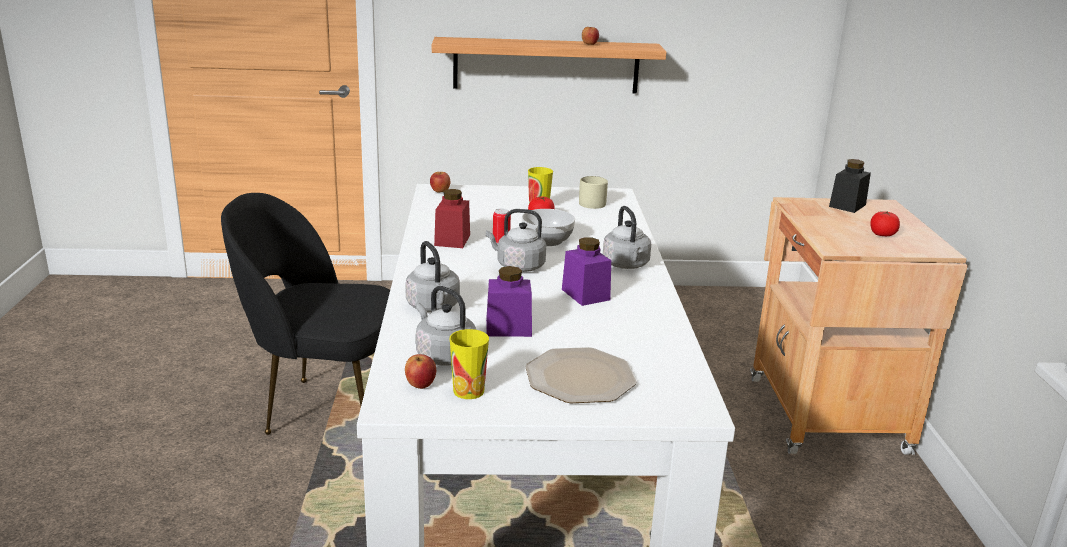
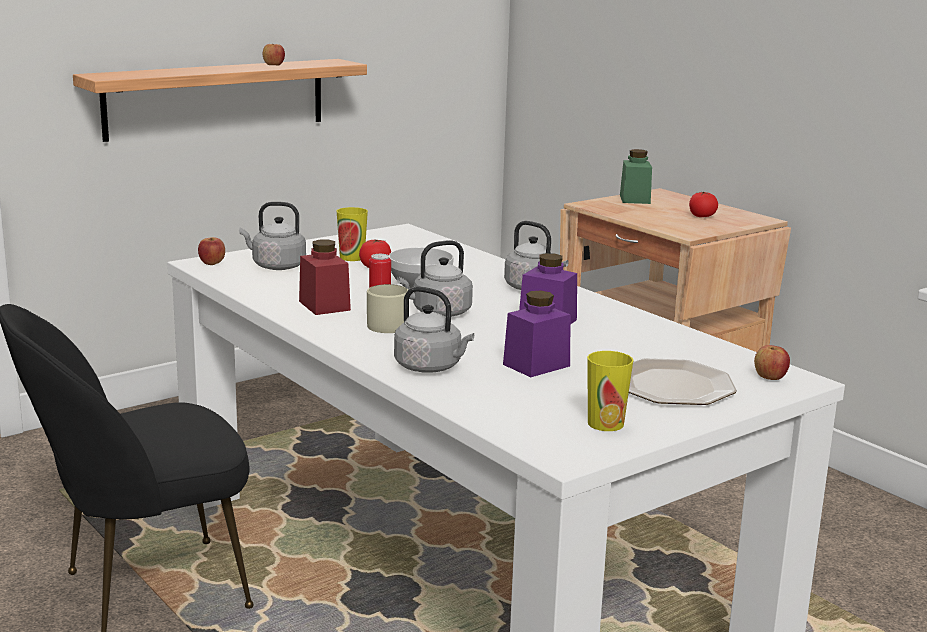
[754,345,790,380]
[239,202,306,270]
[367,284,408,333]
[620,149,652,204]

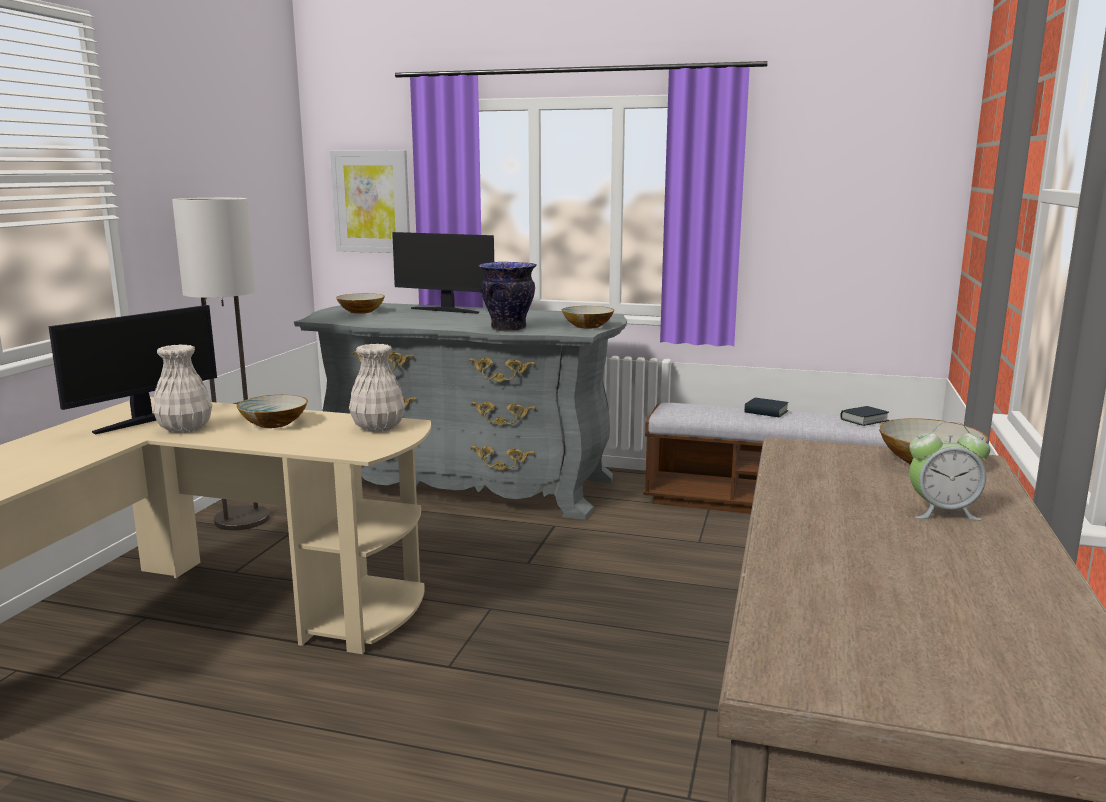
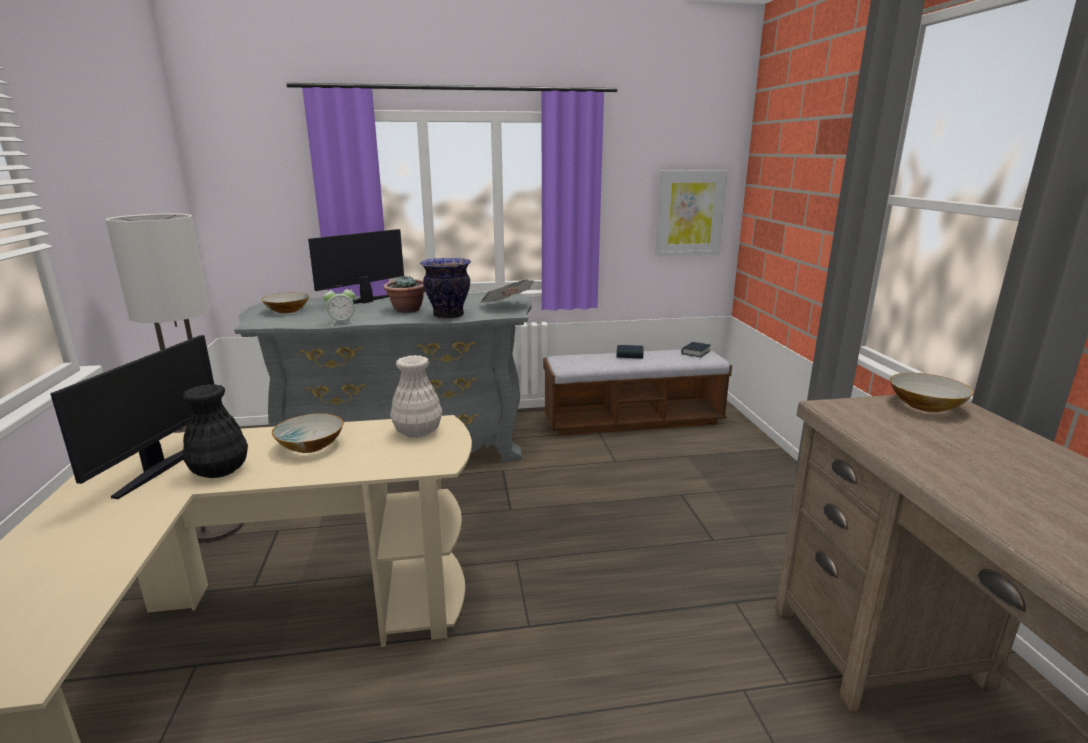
[183,384,248,478]
[655,170,728,256]
[308,229,404,304]
[481,280,534,303]
[323,285,356,326]
[383,276,425,313]

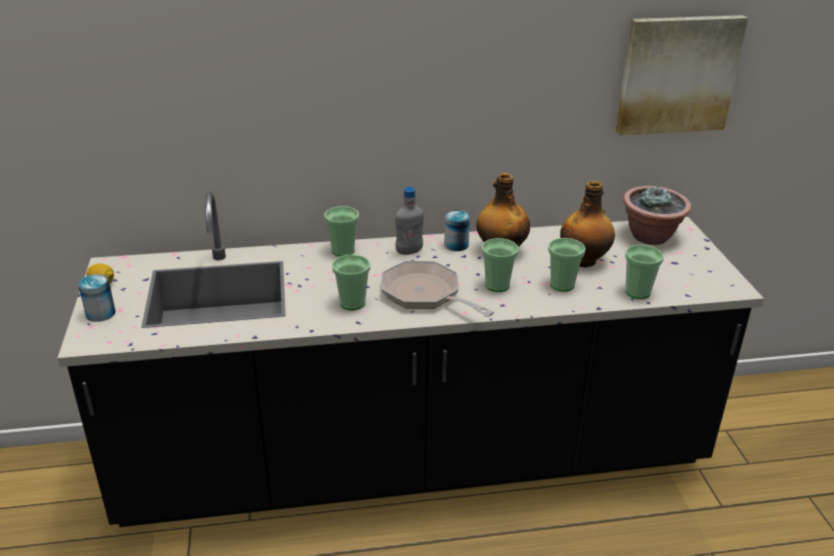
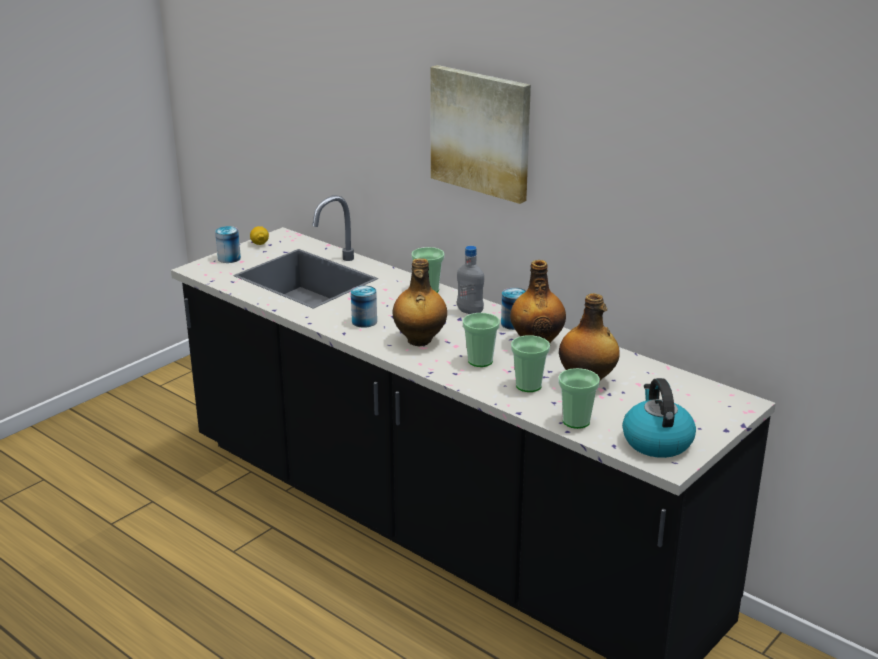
[351,286,377,328]
[392,258,447,346]
[430,65,531,204]
[623,186,691,245] (first image)
[622,378,696,458]

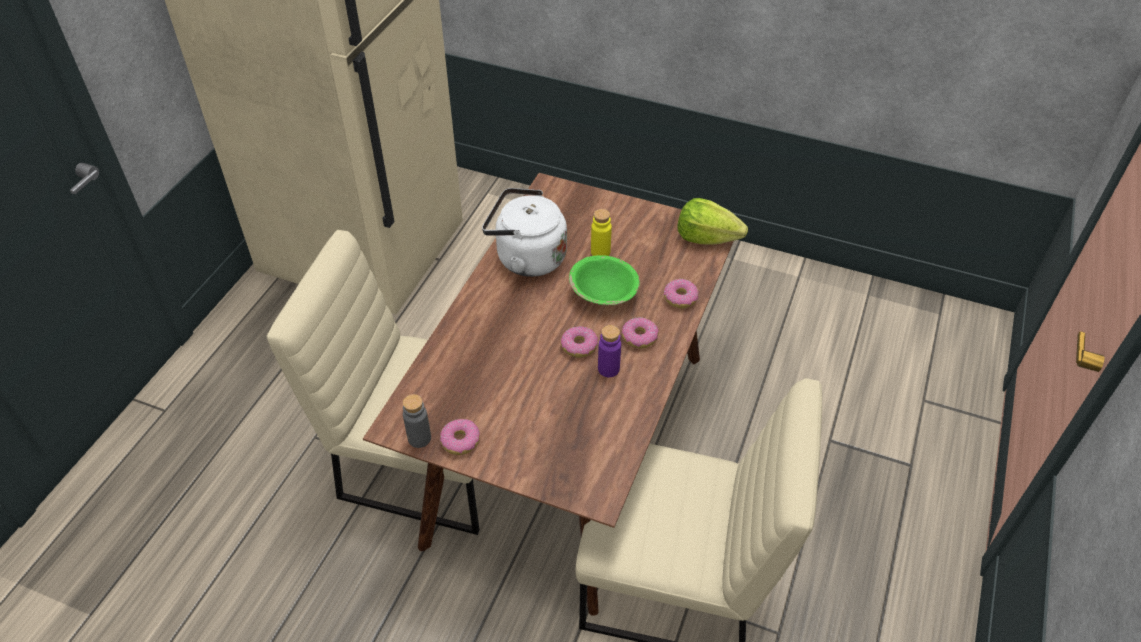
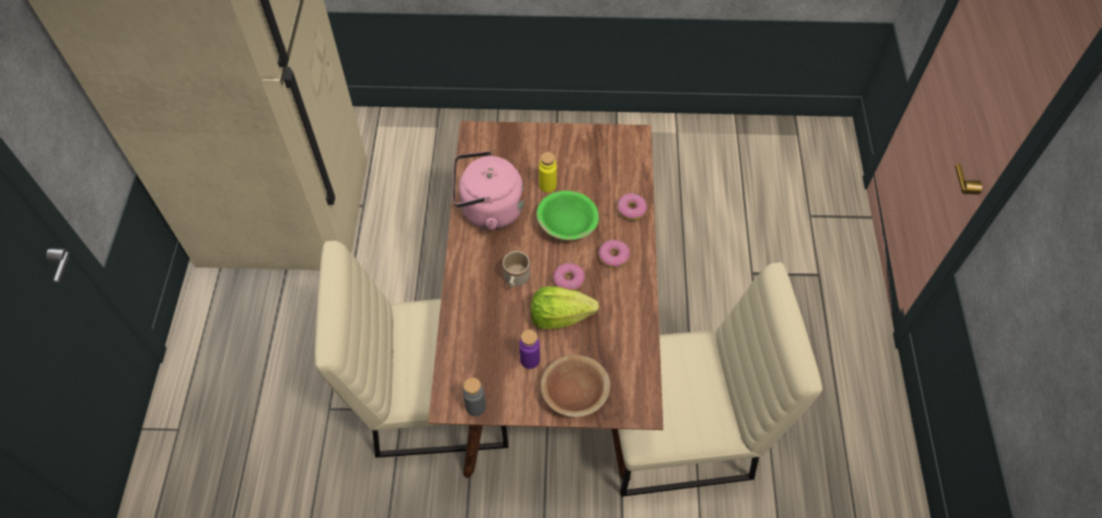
[440,419,480,455] (first image)
[452,151,524,230]
[519,330,540,369]
[531,286,599,329]
[503,251,530,288]
[541,355,610,417]

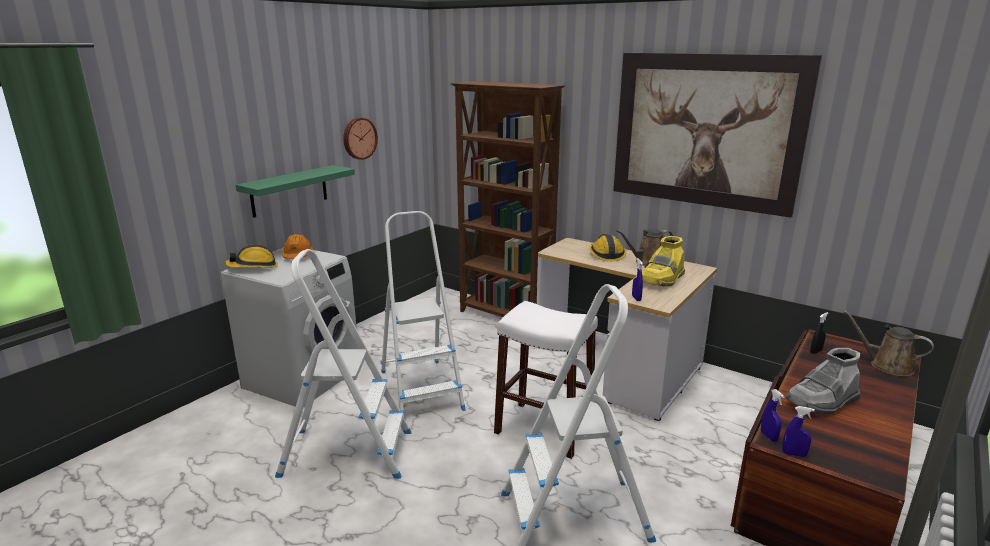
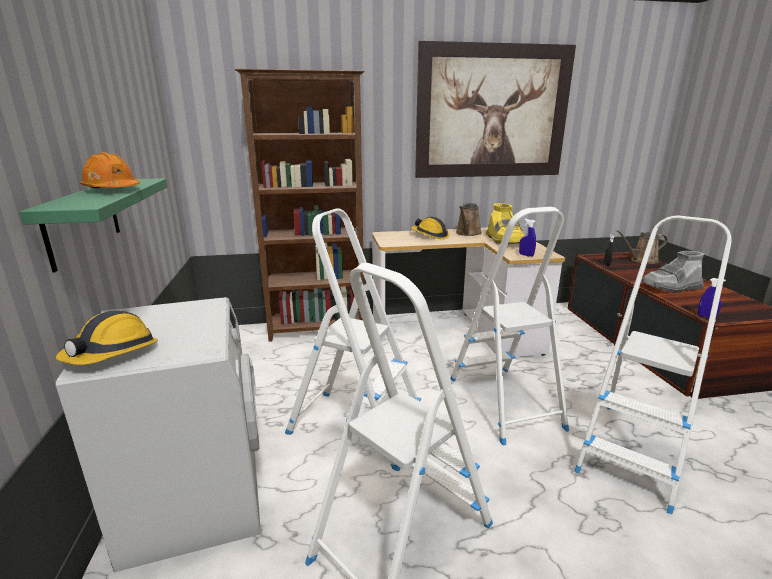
[80,152,140,188]
[343,118,378,160] (first image)
[450,207,569,445]
[782,406,815,457] (first image)
[641,251,705,293]

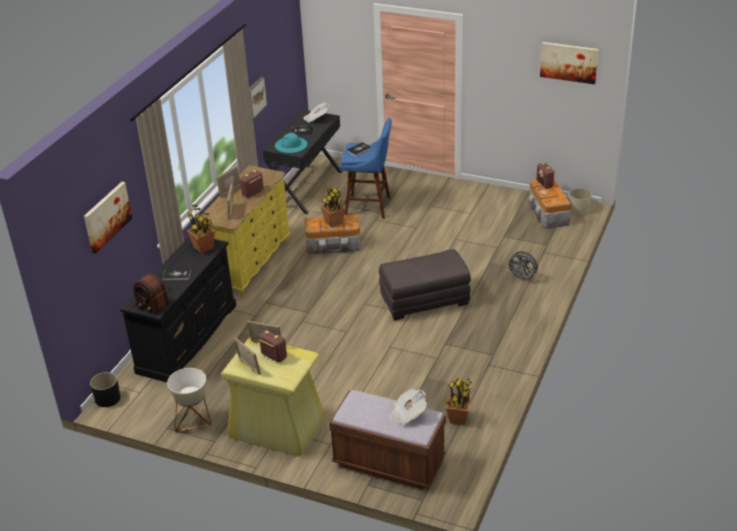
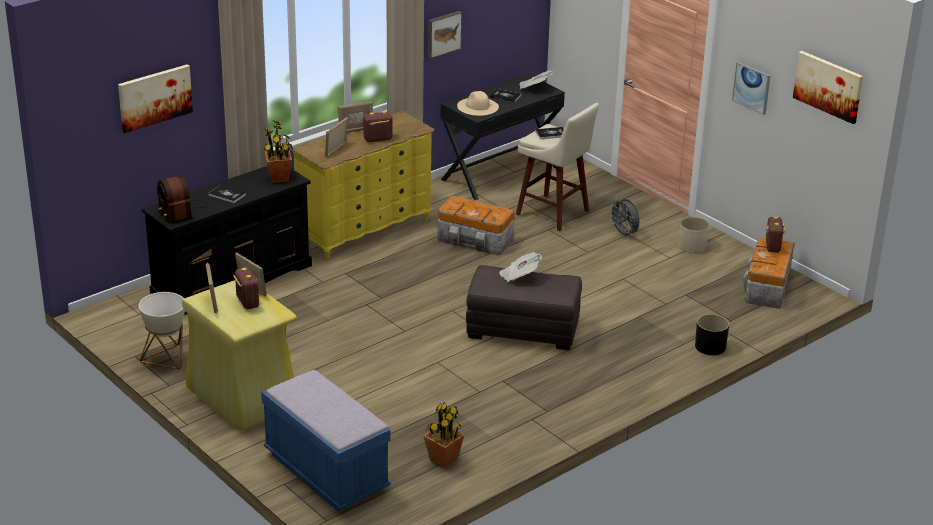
[695,314,729,355]
[457,91,499,116]
[320,185,345,228] (first image)
[261,370,391,511]
[516,103,599,231]
[499,252,542,282]
[609,199,639,238]
[679,217,710,254]
[732,62,770,115]

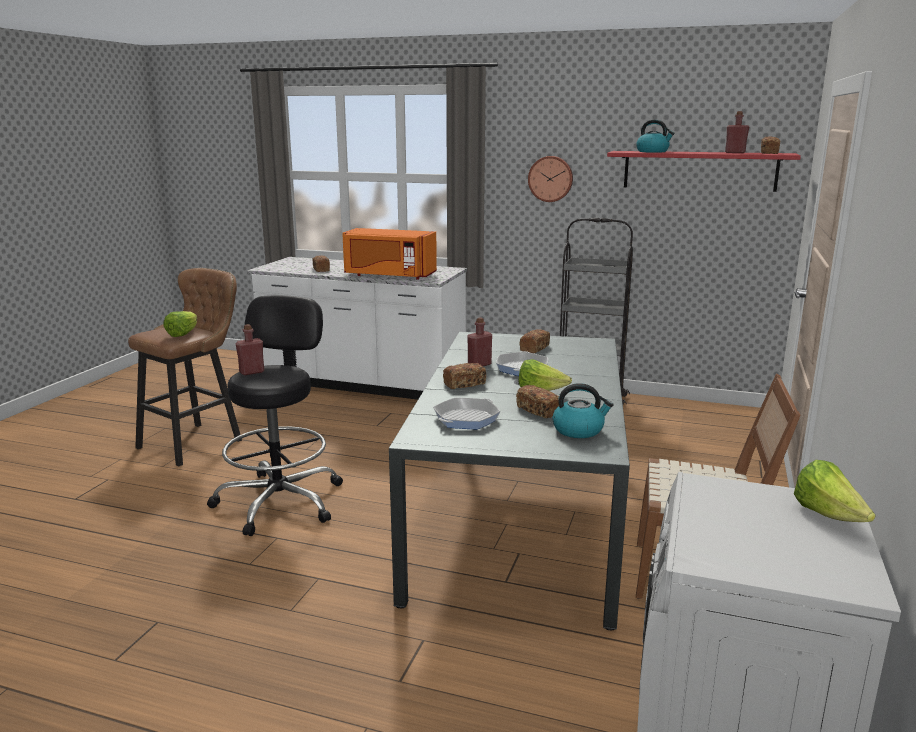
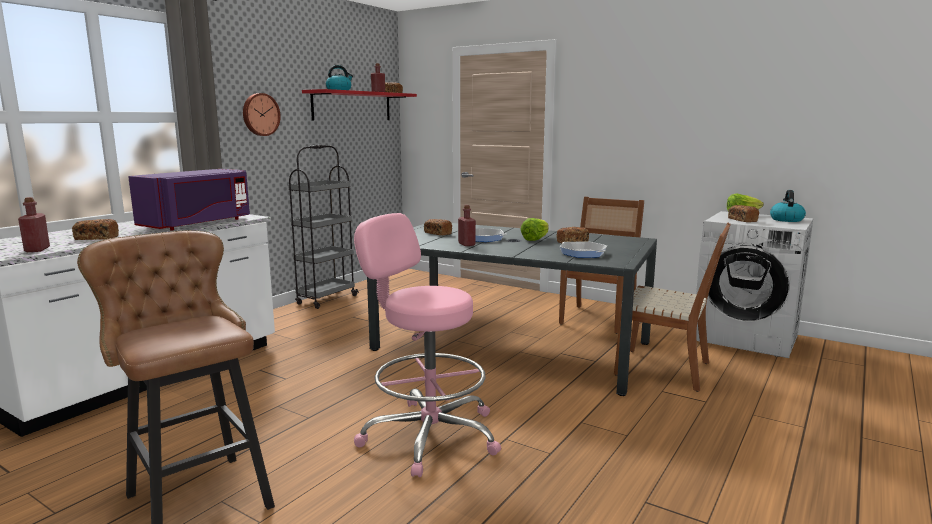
[163,311,197,337] (first image)
[354,213,501,477]
[18,197,50,252]
[128,169,250,231]
[728,205,759,222]
[770,190,806,222]
[614,223,731,392]

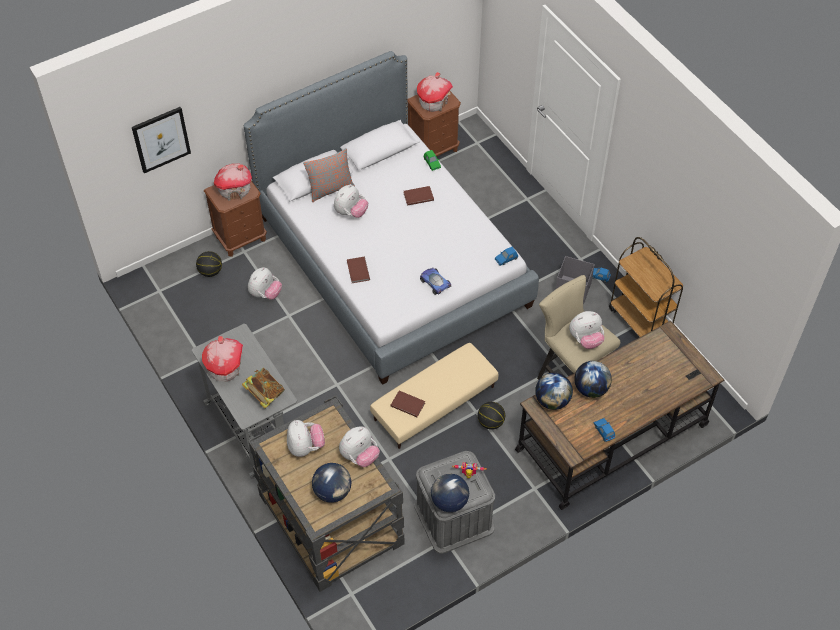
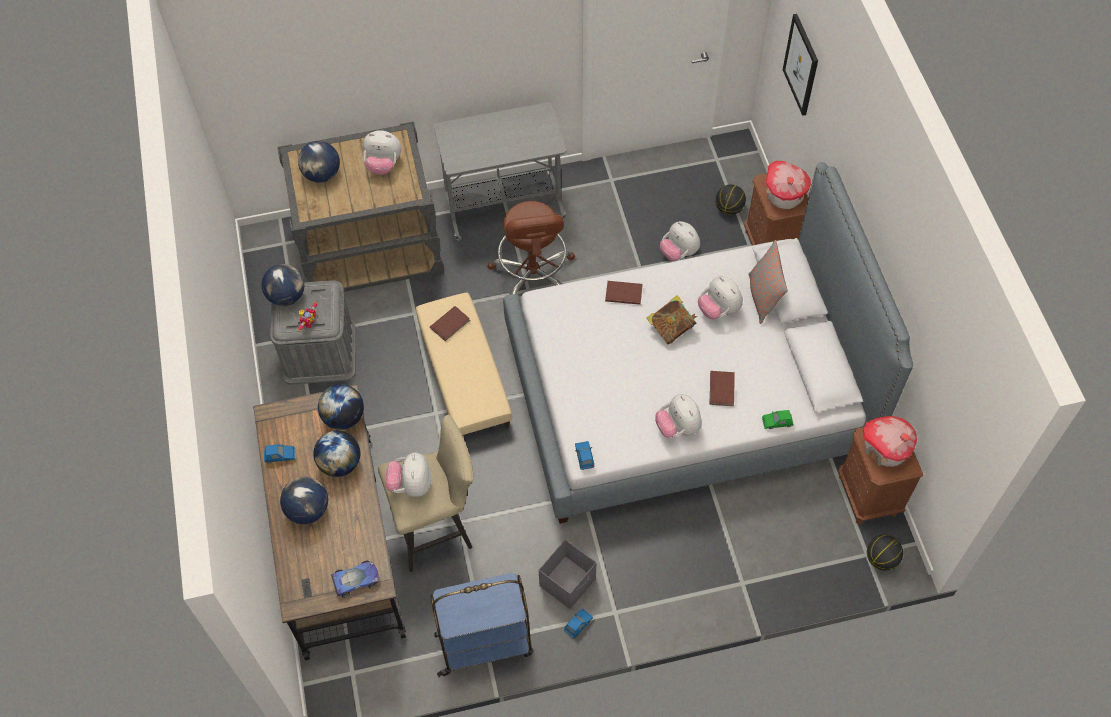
[202,336,243,381] (first image)
[646,295,697,344]
[655,394,702,438]
[331,561,379,598]
[867,535,903,571]
[430,573,534,677]
[280,477,328,524]
[487,201,575,295]

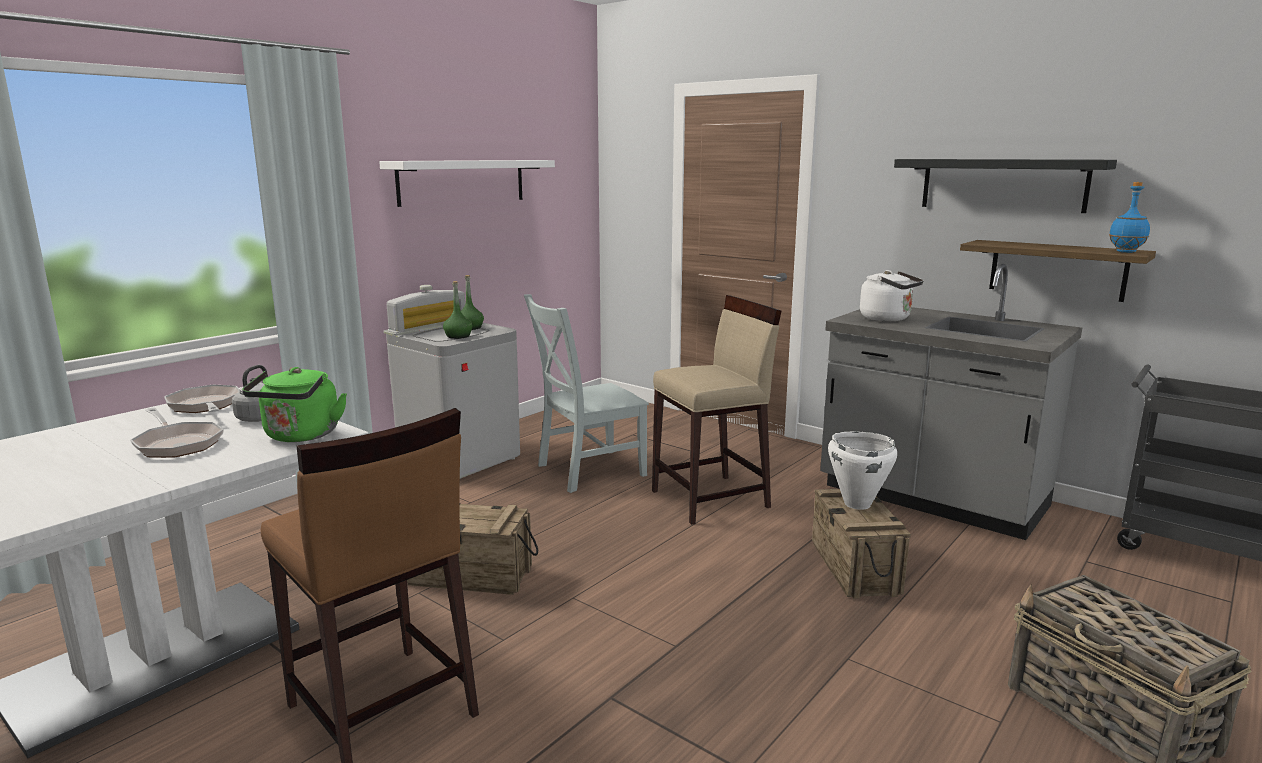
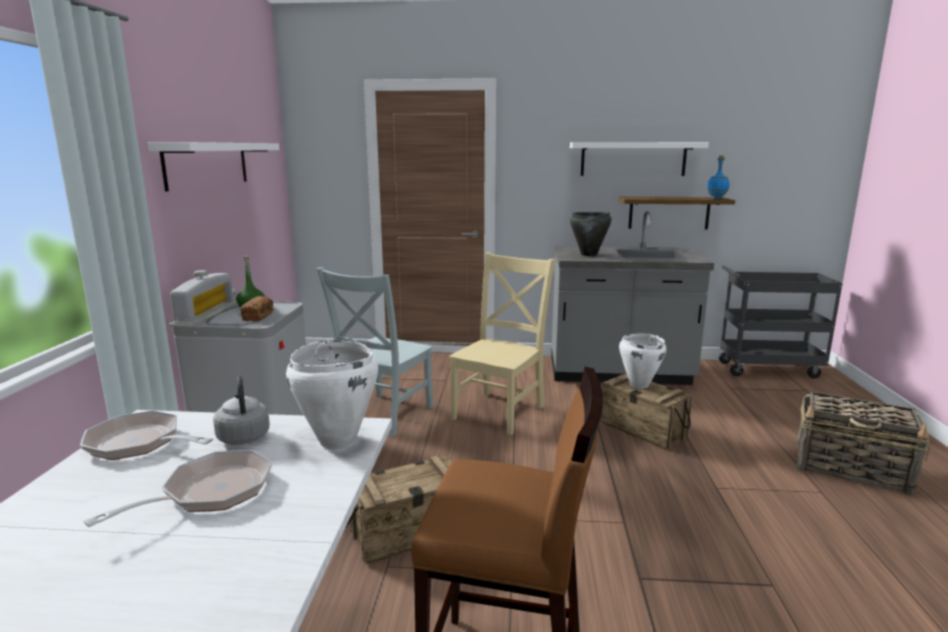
[84,450,272,527]
[286,340,378,449]
[240,296,273,321]
[449,252,555,435]
[570,212,612,256]
[570,142,709,176]

